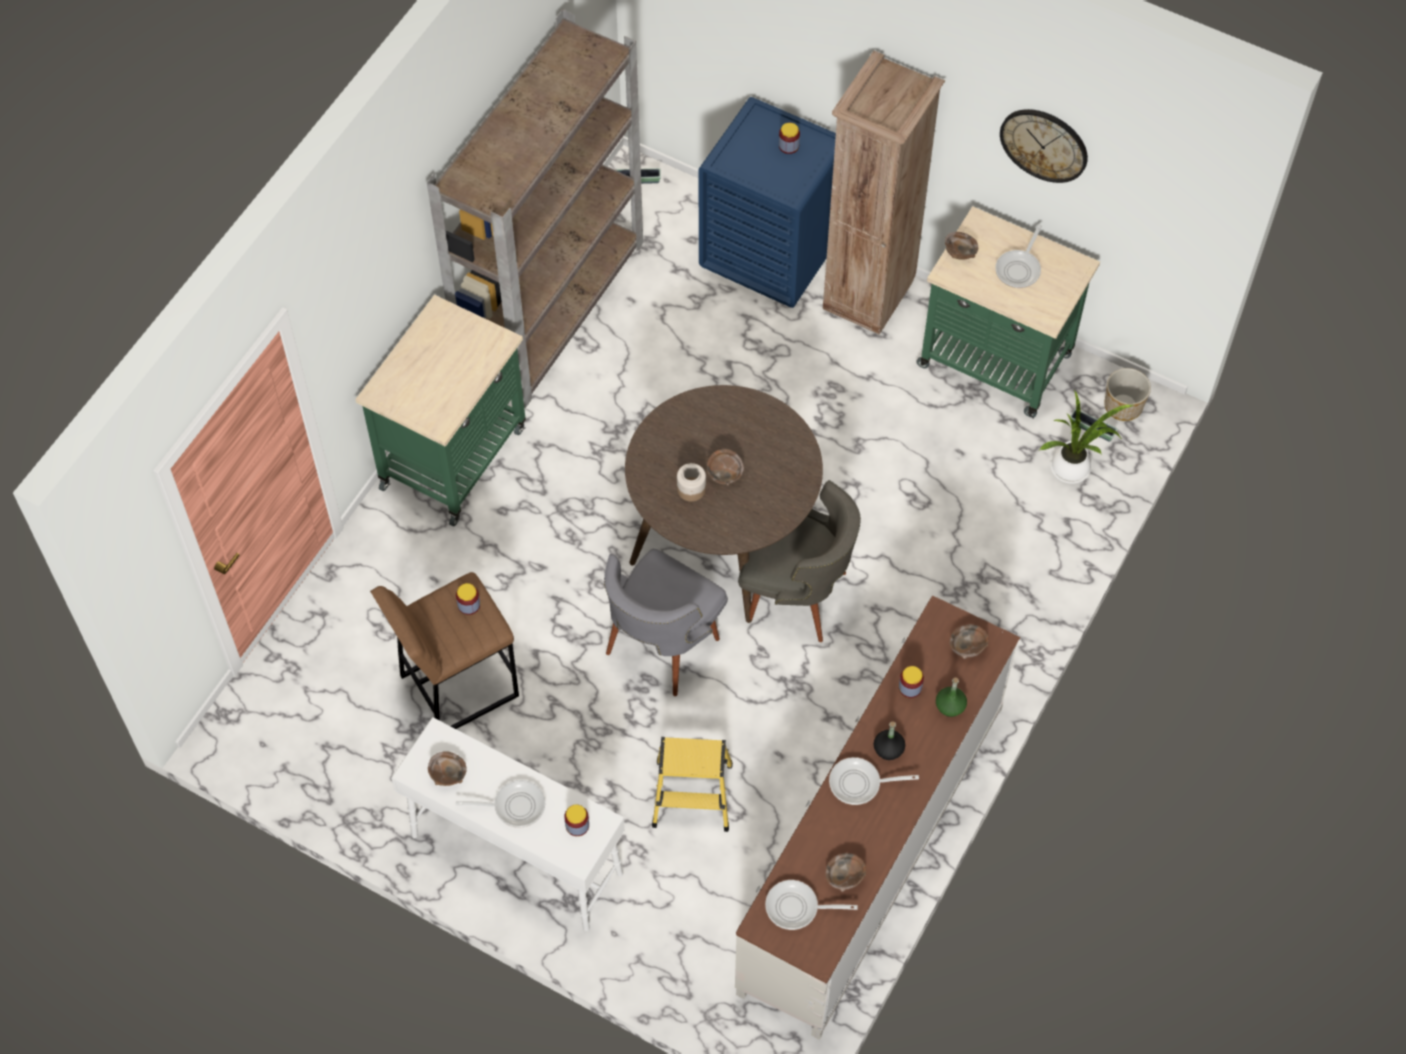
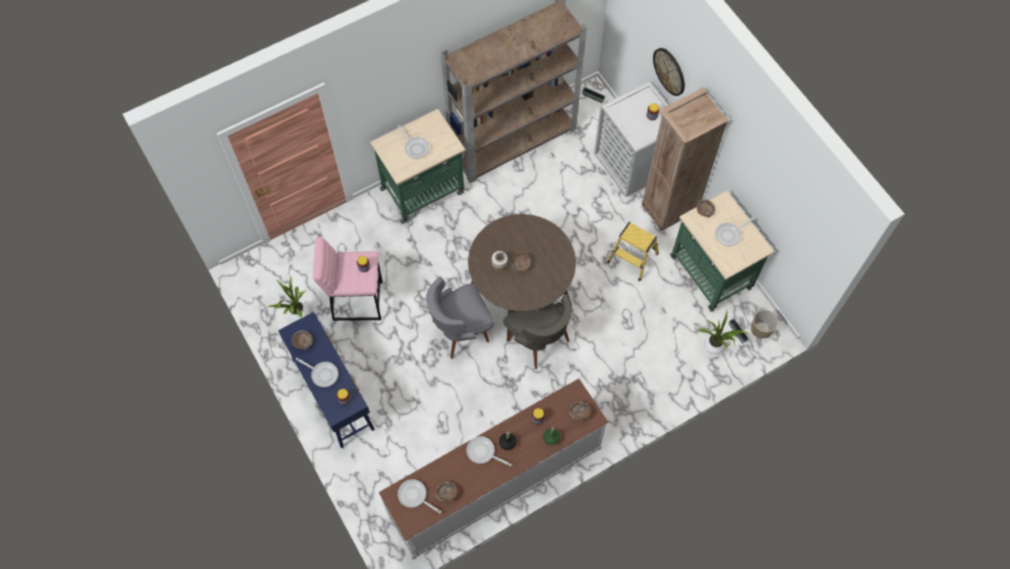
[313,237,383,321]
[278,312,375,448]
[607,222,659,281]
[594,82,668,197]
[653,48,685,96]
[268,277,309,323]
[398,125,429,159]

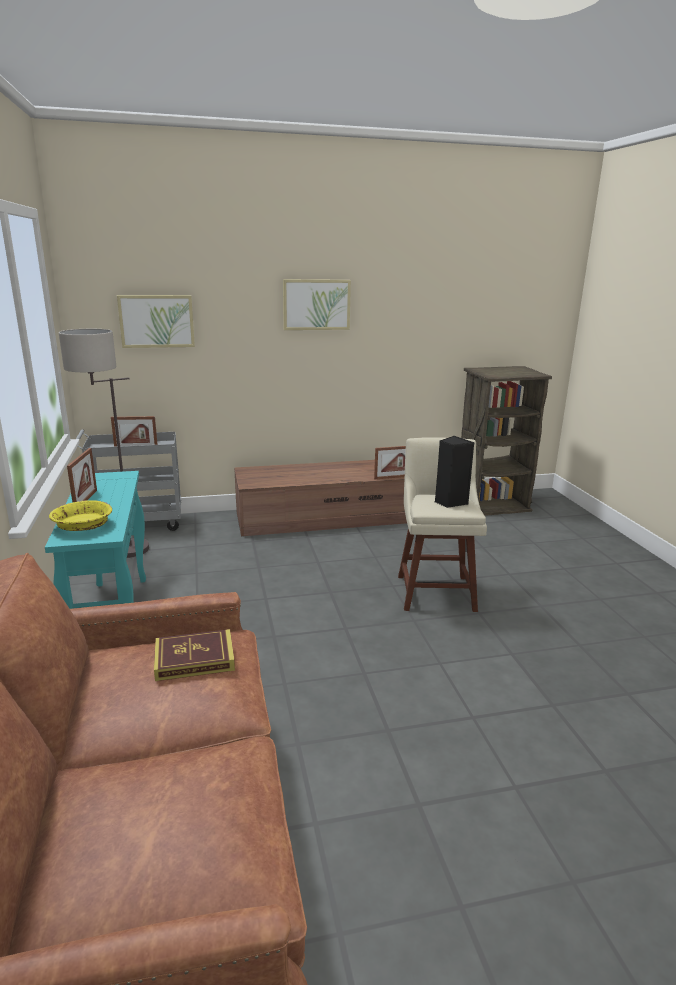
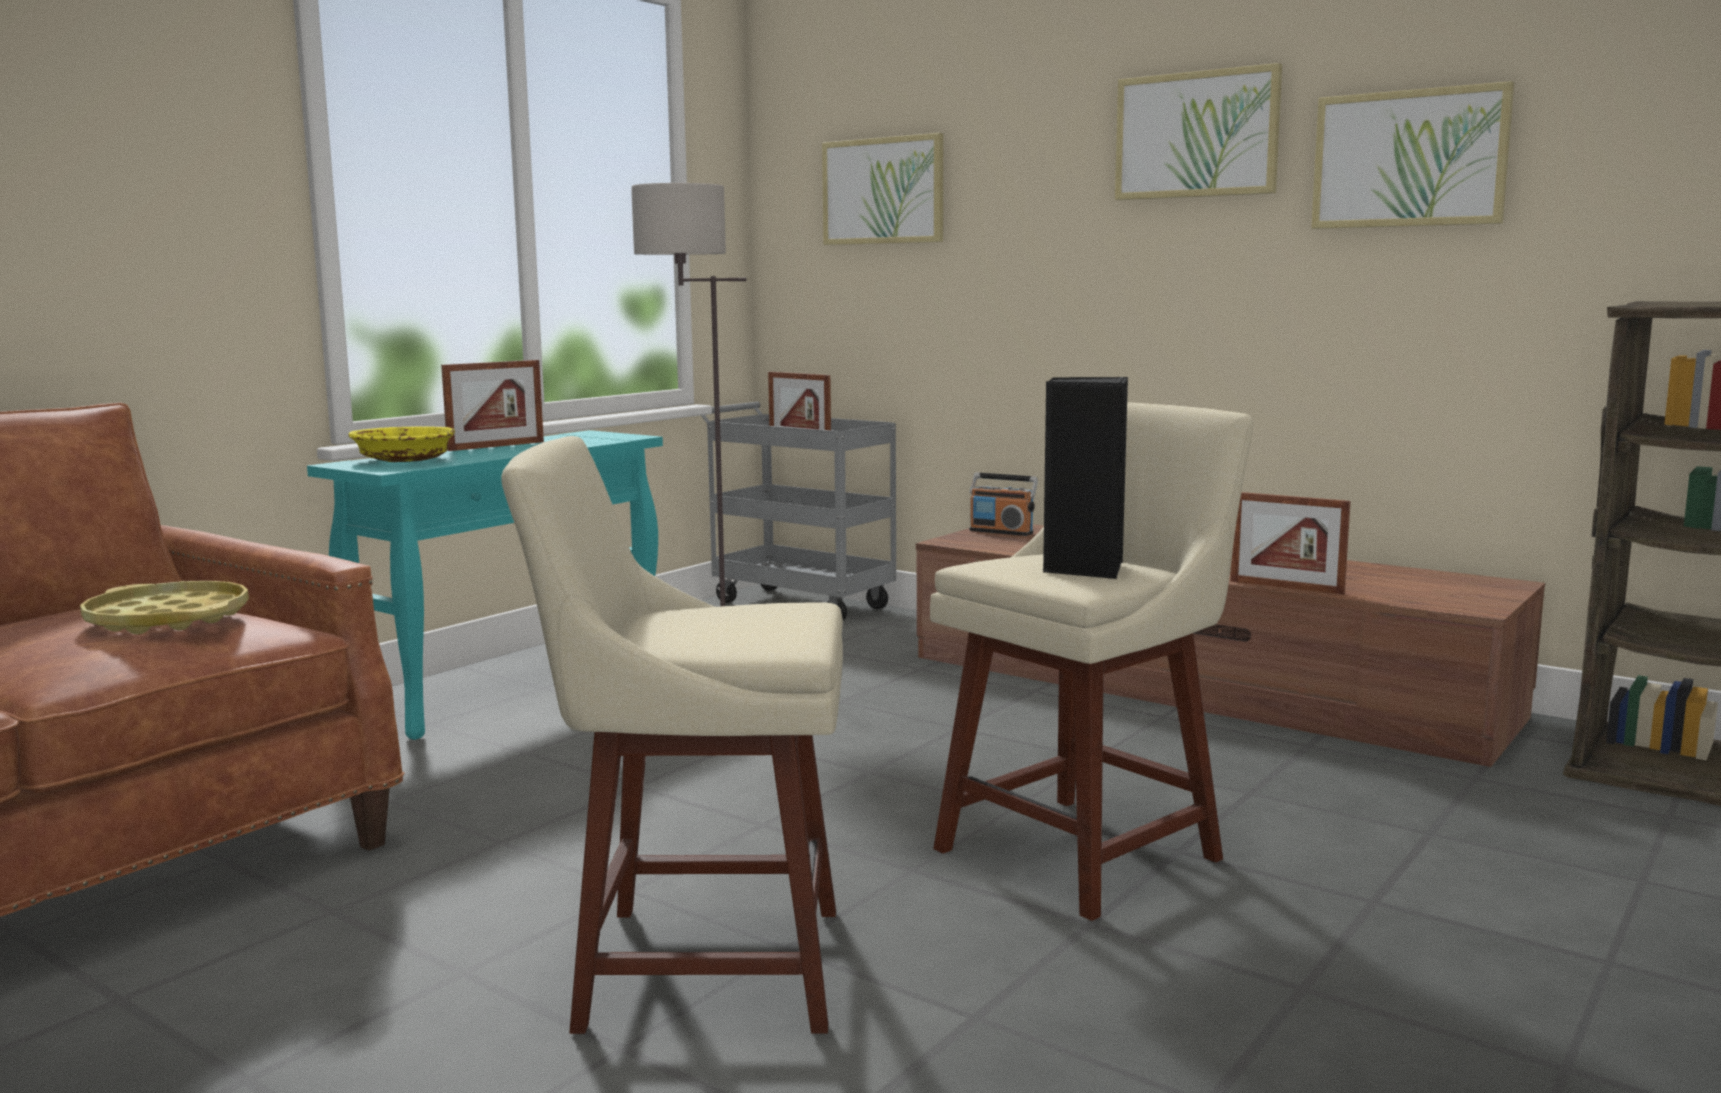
[80,581,249,635]
[501,436,843,1034]
[970,473,1038,536]
[1311,81,1514,229]

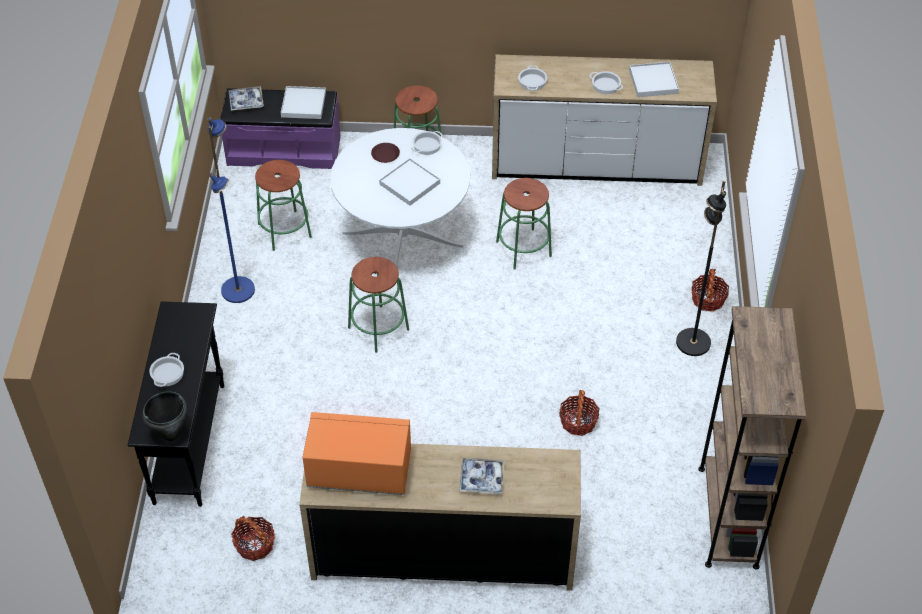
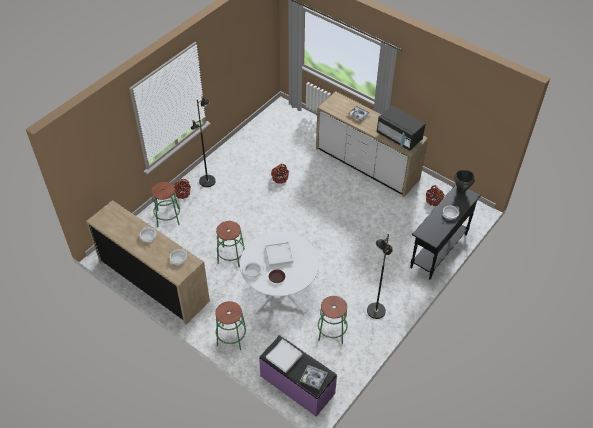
[367,233,393,319]
[377,105,426,151]
[151,182,180,227]
[629,62,679,97] (first image)
[698,306,806,570] (first image)

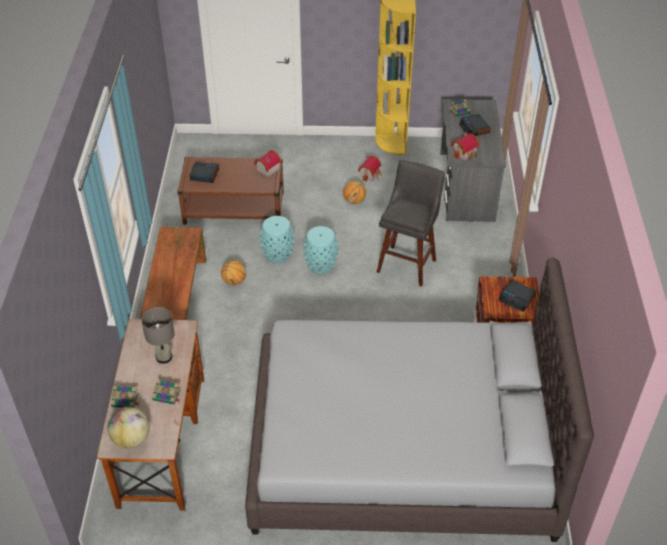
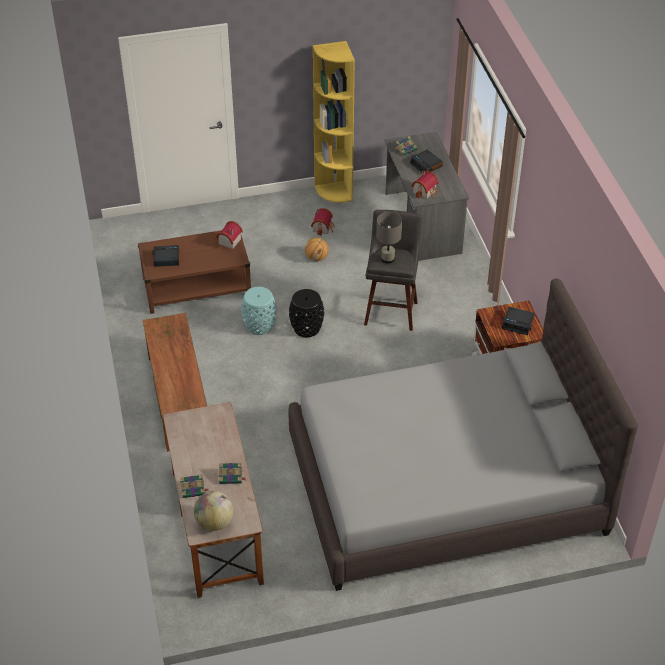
[376,212,402,263]
[221,260,246,285] (first image)
[289,289,324,337]

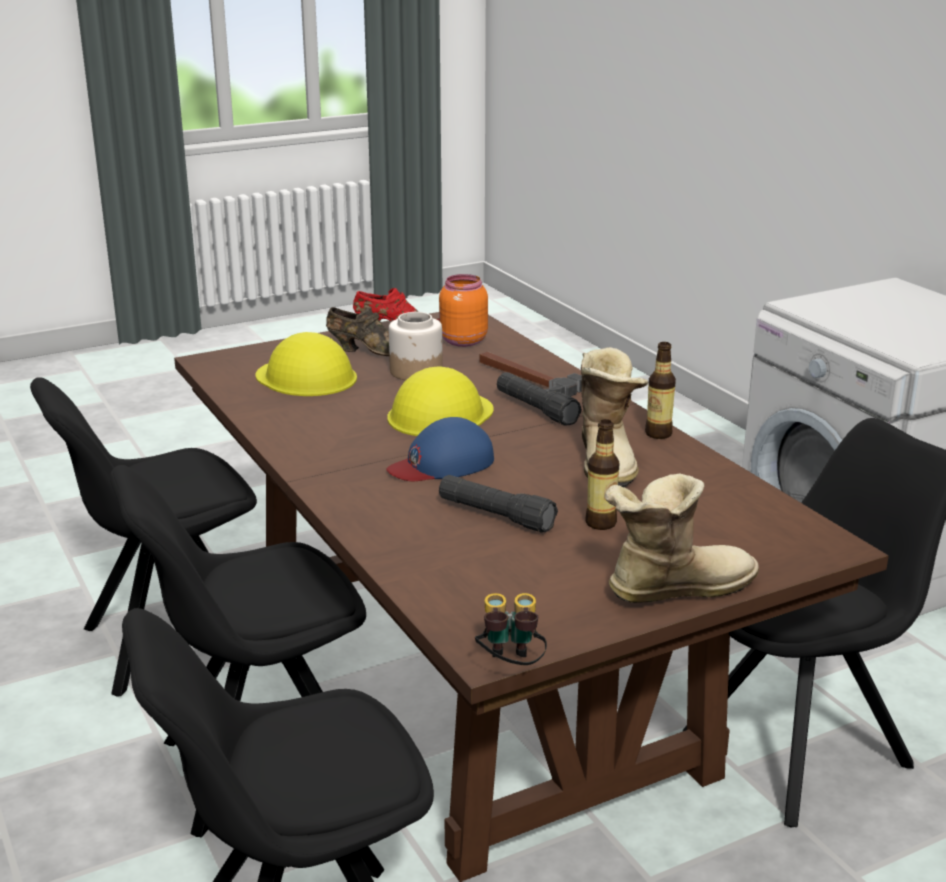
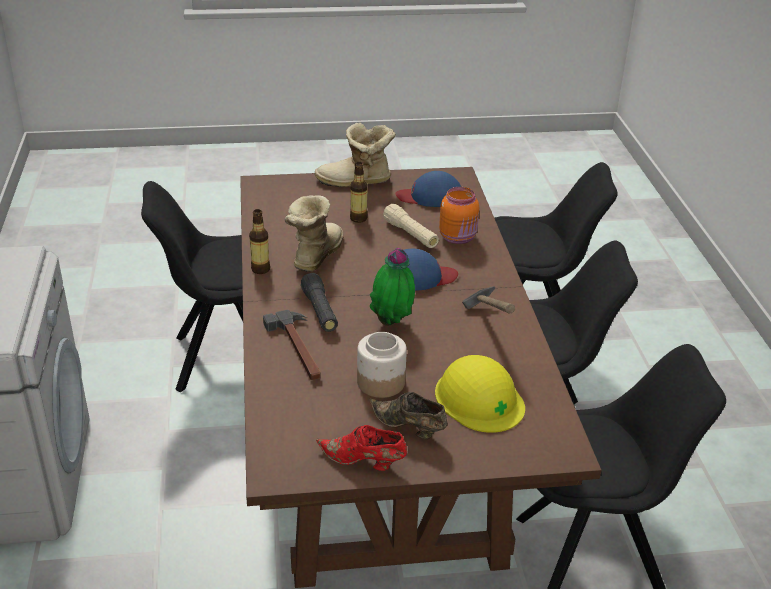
[370,248,415,326]
[439,187,479,244]
[383,204,439,248]
[475,593,547,665] (first image)
[396,171,461,207]
[462,286,515,313]

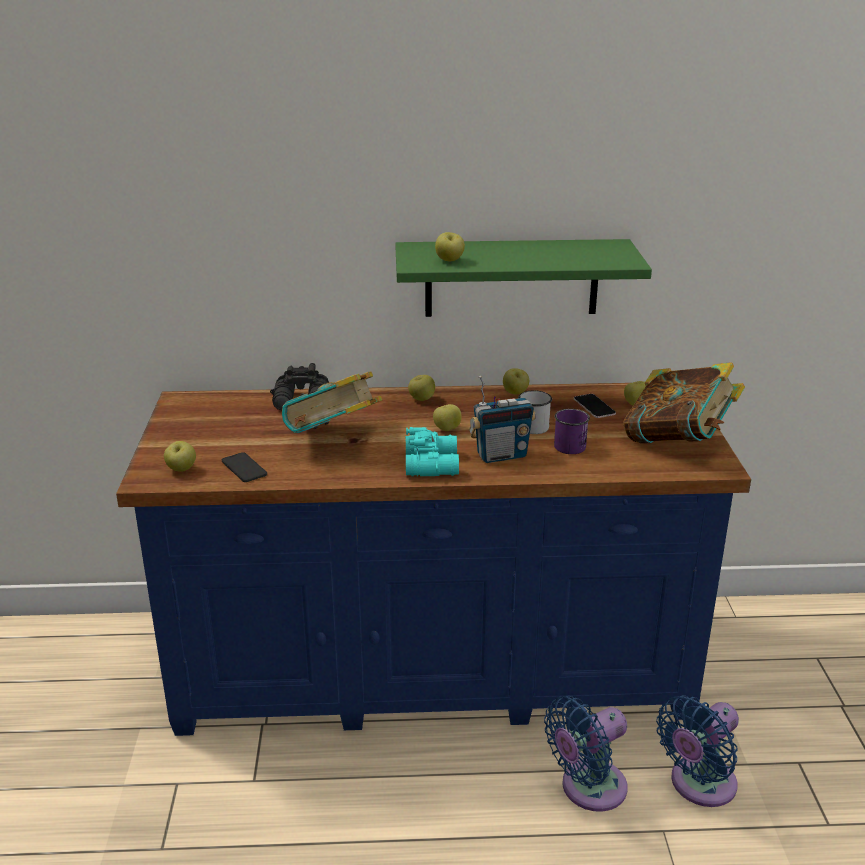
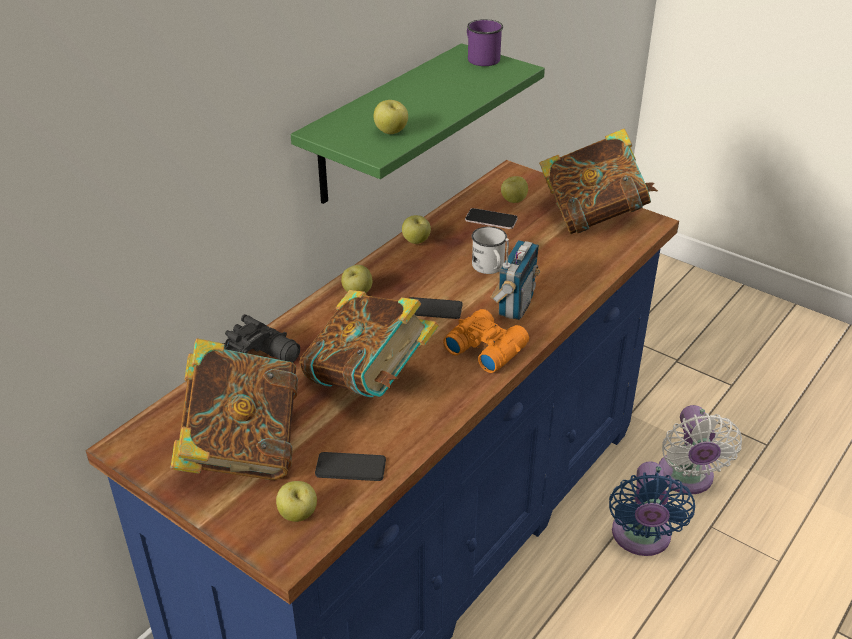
[443,309,529,373]
[409,297,462,319]
[467,19,503,66]
[659,405,742,494]
[170,338,298,480]

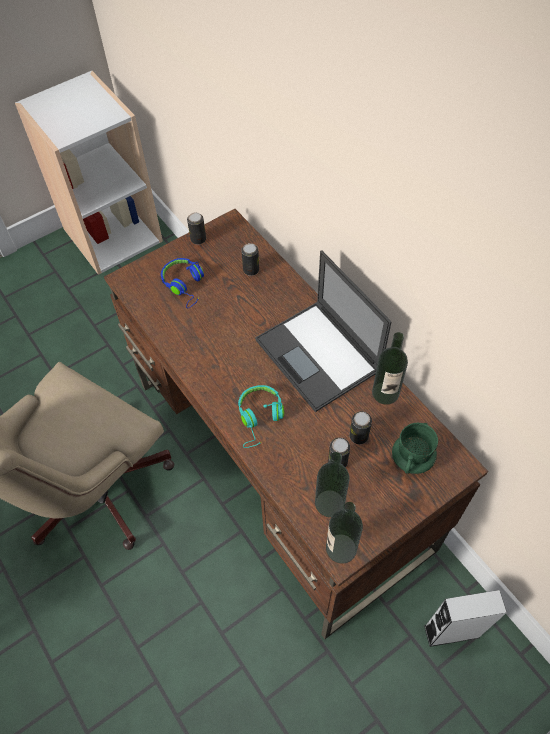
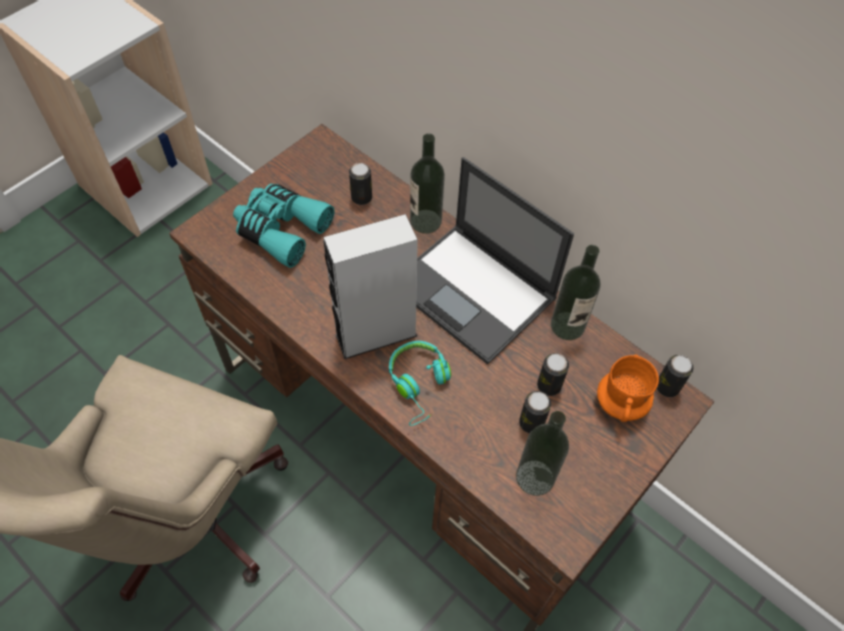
[233,184,334,268]
[657,355,693,397]
[410,133,445,234]
[597,354,659,422]
[323,214,418,359]

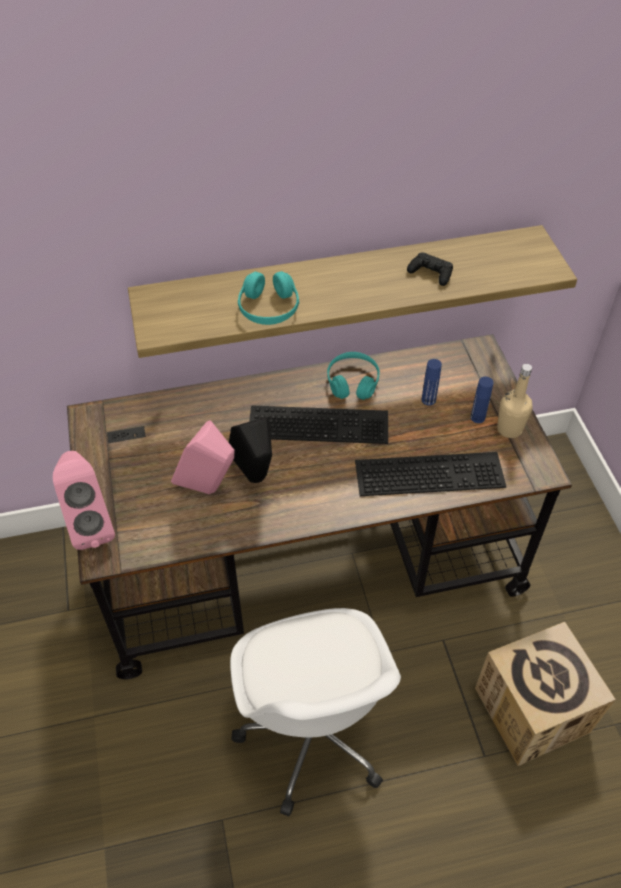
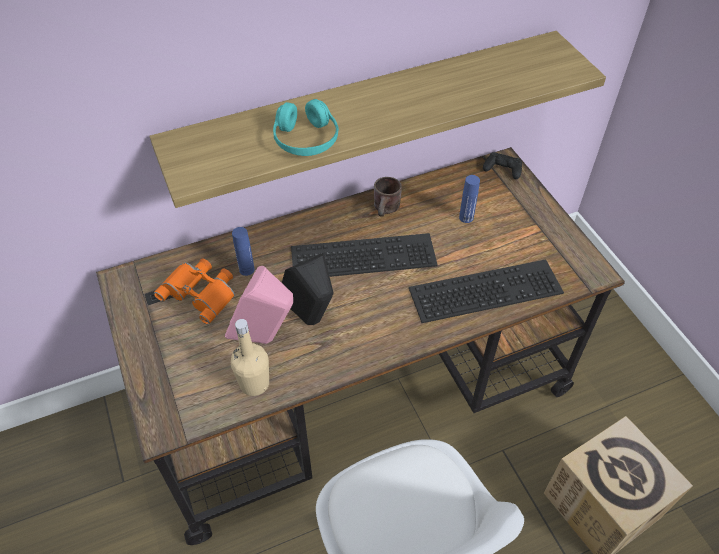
[53,451,115,550] (first image)
[374,177,402,217]
[483,152,522,179]
[232,227,255,276]
[231,319,269,396]
[154,258,235,324]

